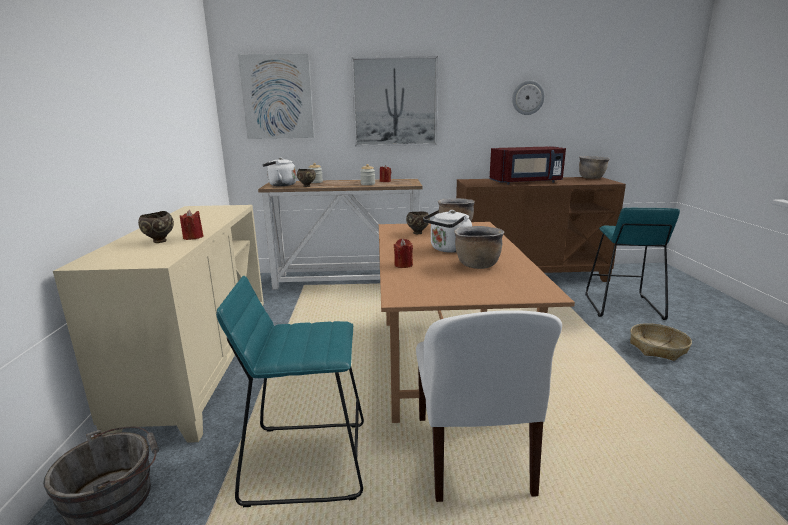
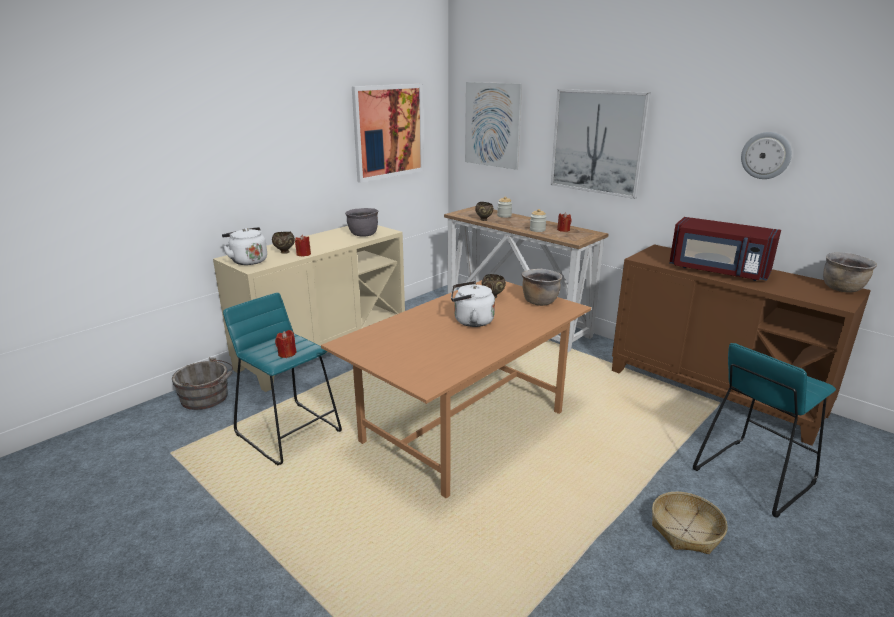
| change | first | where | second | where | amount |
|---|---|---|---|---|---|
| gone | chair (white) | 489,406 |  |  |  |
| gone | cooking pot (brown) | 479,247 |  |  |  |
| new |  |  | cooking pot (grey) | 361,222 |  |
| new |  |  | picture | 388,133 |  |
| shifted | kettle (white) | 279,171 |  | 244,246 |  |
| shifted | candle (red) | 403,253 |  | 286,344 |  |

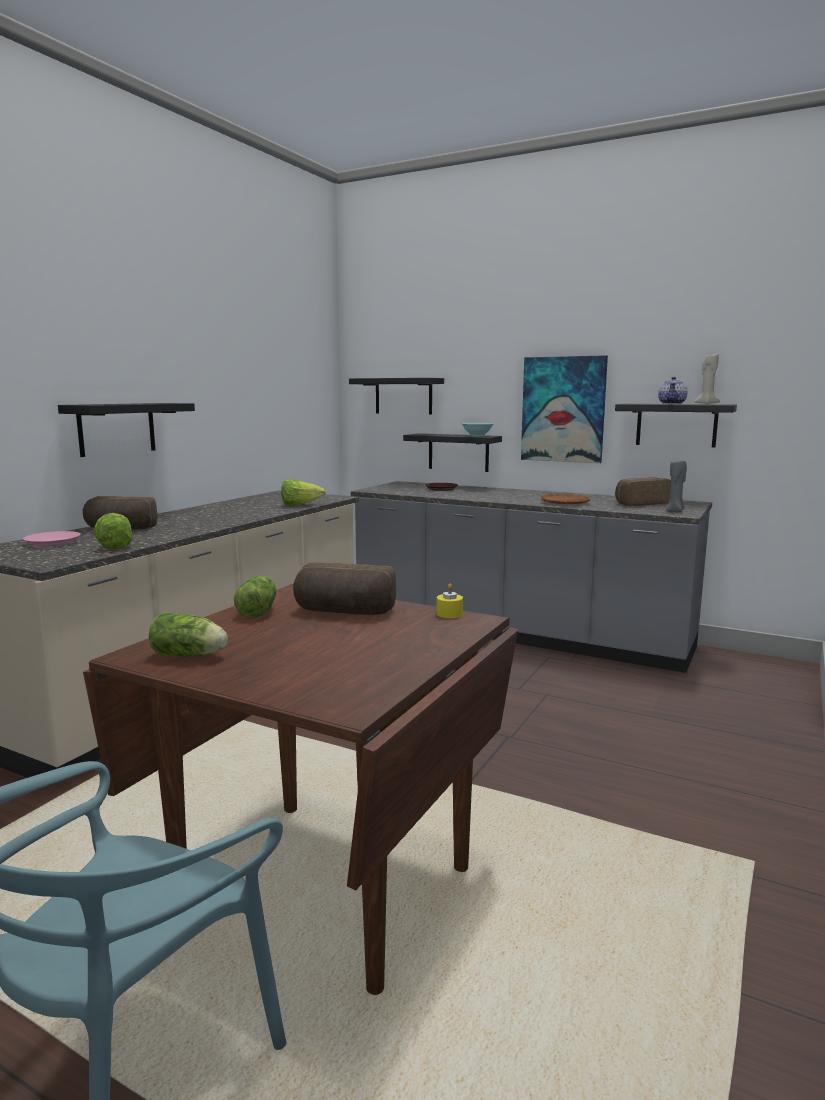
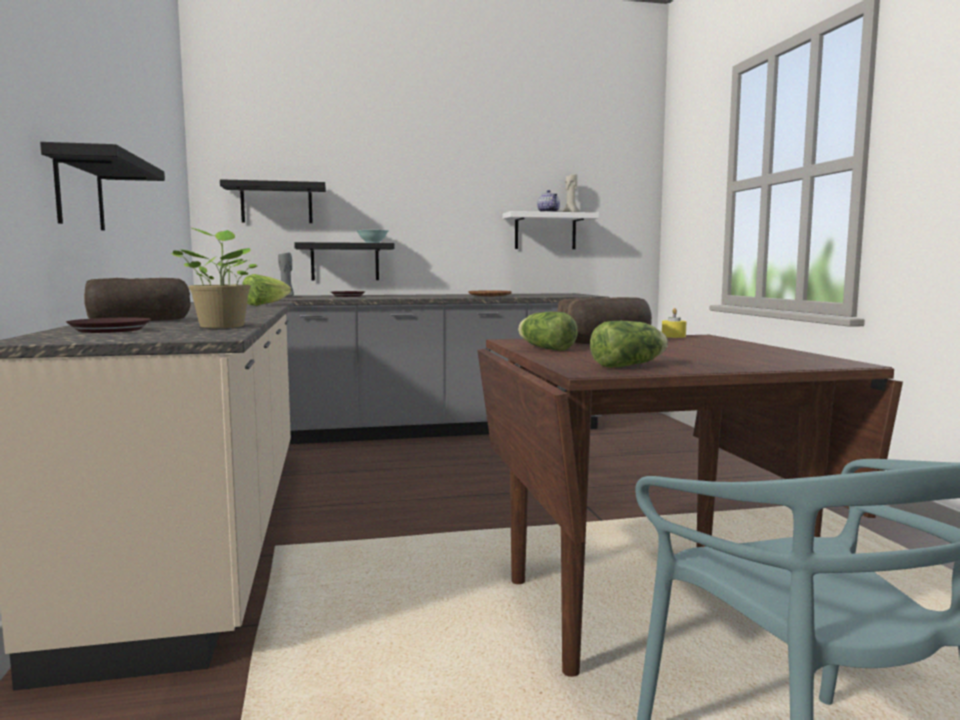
| change | first | where | second | where | amount |
|---|---|---|---|---|---|
| gone | picture | 564,409 |  |  |  |
| gone | bread | 643,491 |  |  |  |
| shifted | candle (grey) | 676,486 |  | 286,275 |  |
| swapped | lettuce | 113,531 | potted plant | 214,278 |  |
| repainted | plate (pink) | 51,539 | plate (brown) | 108,325 |  |
| repainted | shelf (black) | 676,426 | shelf (white) | 551,230 |  |

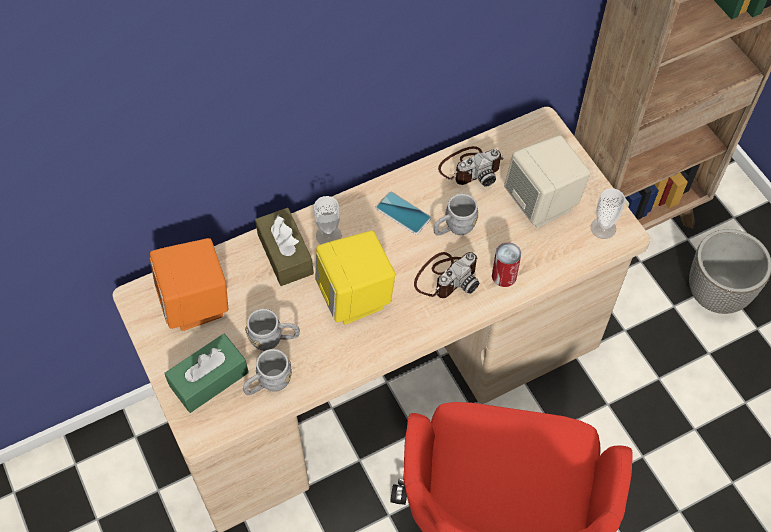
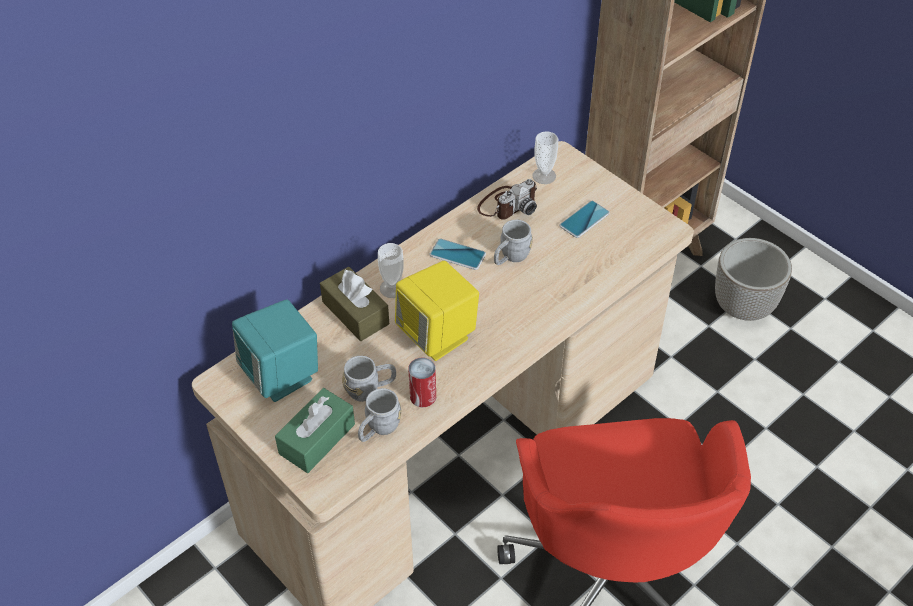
| change | first | where | second | where | amount |
|---|---|---|---|---|---|
| gone | photo camera | 446,275 |  |  |  |
| shifted | can | 506,264 |  | 422,382 |  |
| shifted | cup | 608,213 |  | 545,157 |  |
| swapped | speaker (beige) | 547,181 | phone | 584,219 |  |
| repainted | speaker (orange) | 189,284 | speaker (turquoise) | 275,350 |  |

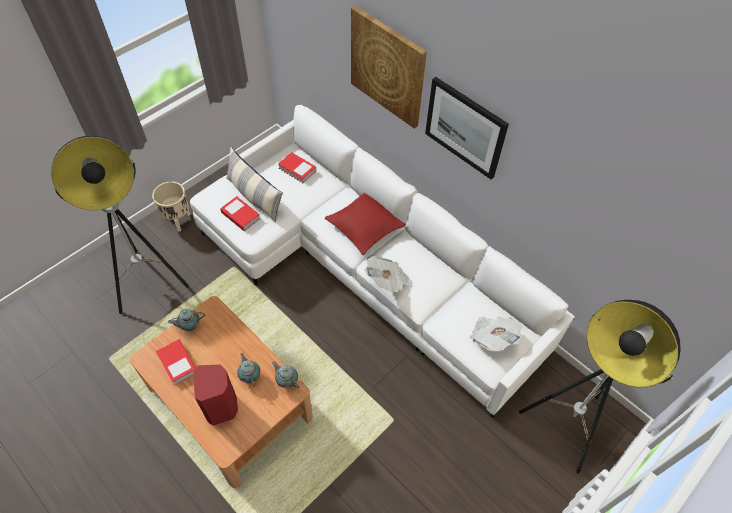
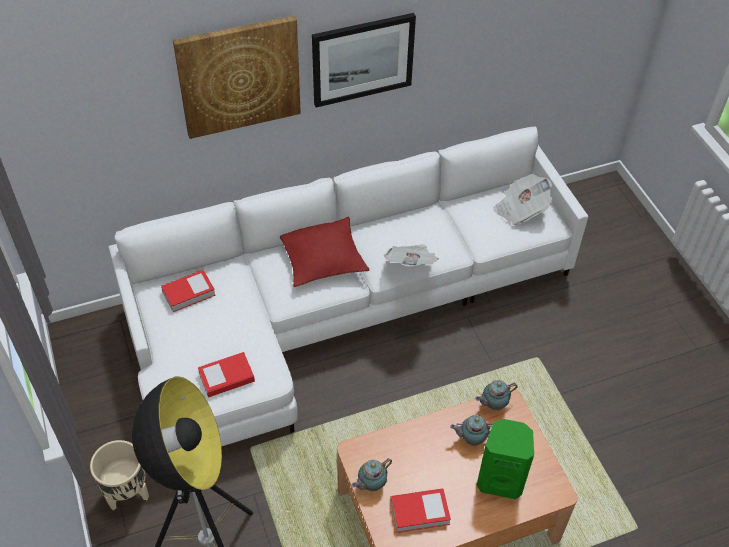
| change | first | where | second | where | amount |
|---|---|---|---|---|---|
| gone | pillow | 254,185 |  |  |  |
| gone | floor lamp | 599,387 |  |  |  |
| repainted | speaker (red) | 215,395 | speaker (green) | 505,459 |  |
| rotated | teapot | 186,320 |  | 372,475 | 45 degrees clockwise |

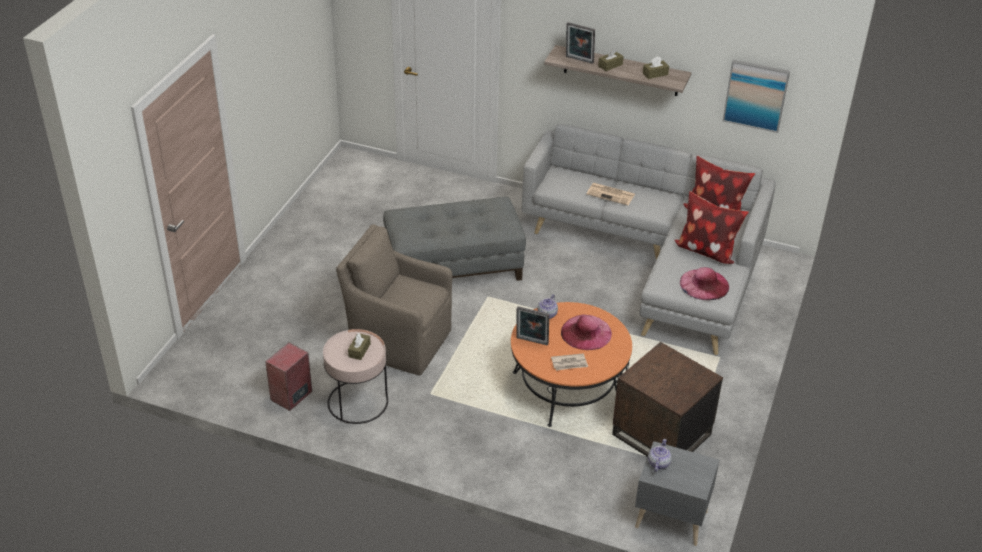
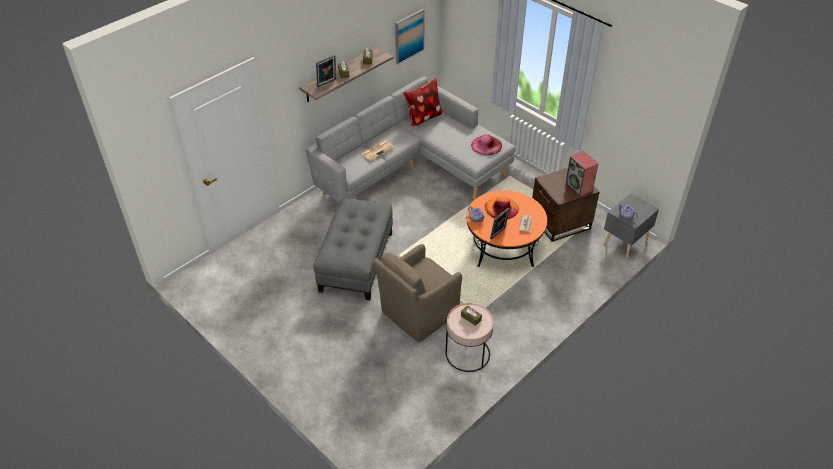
| change | first | where | second | where | amount |
|---|---|---|---|---|---|
| gone | pillow | 712,227 |  |  |  |
| shifted | speaker | 288,376 |  | 582,174 |  |
| repainted | hat (pink) | 586,332 | hat (orange) | 502,207 |  |

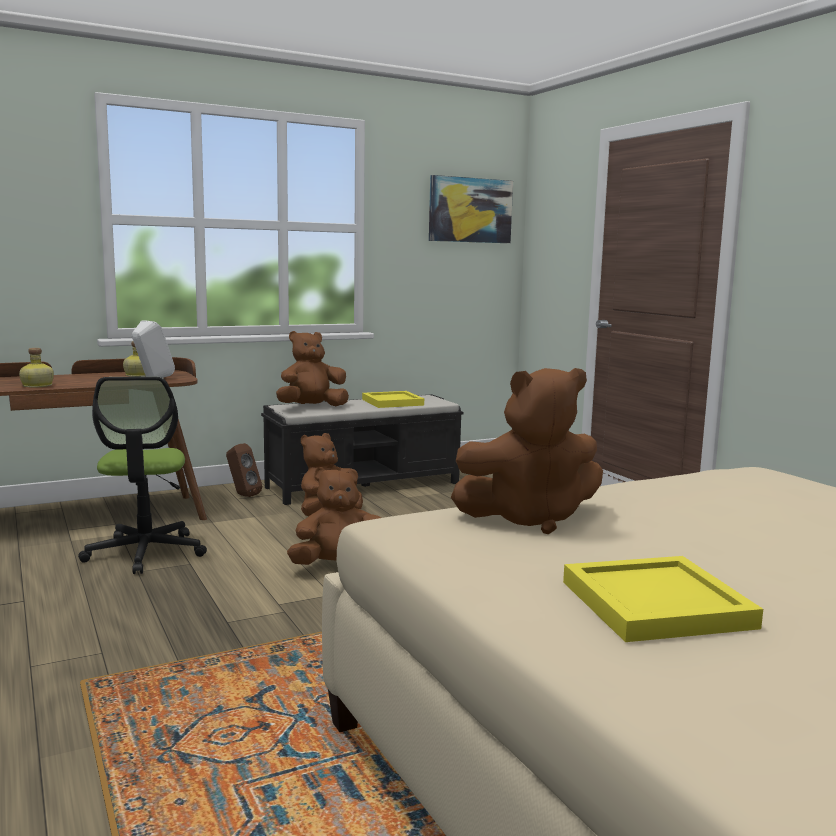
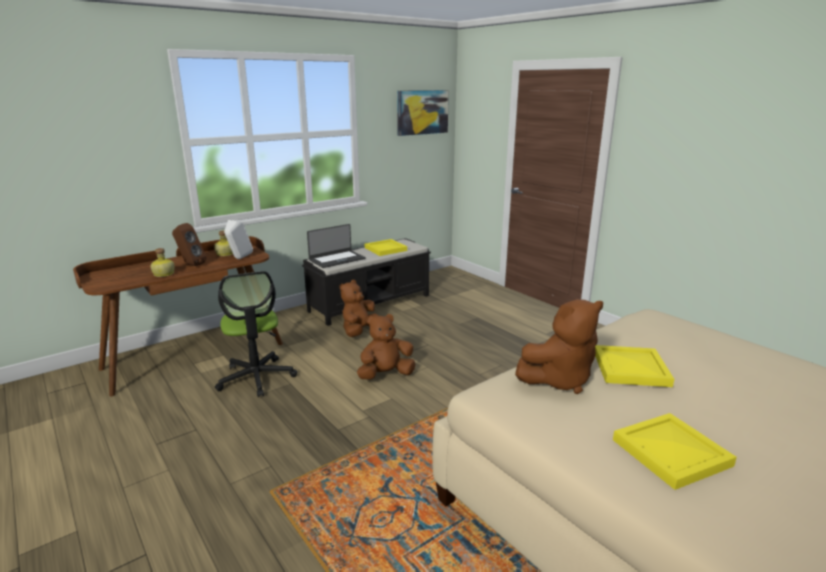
| change | first | where | second | where | amount |
|---|---|---|---|---|---|
| new |  |  | tray (yellow) | 634,366 |  |
| shifted | speaker (brown) | 244,470 |  | 189,244 |  |
| swapped | plush toy (brown) | 312,368 | laptop | 336,246 |  |

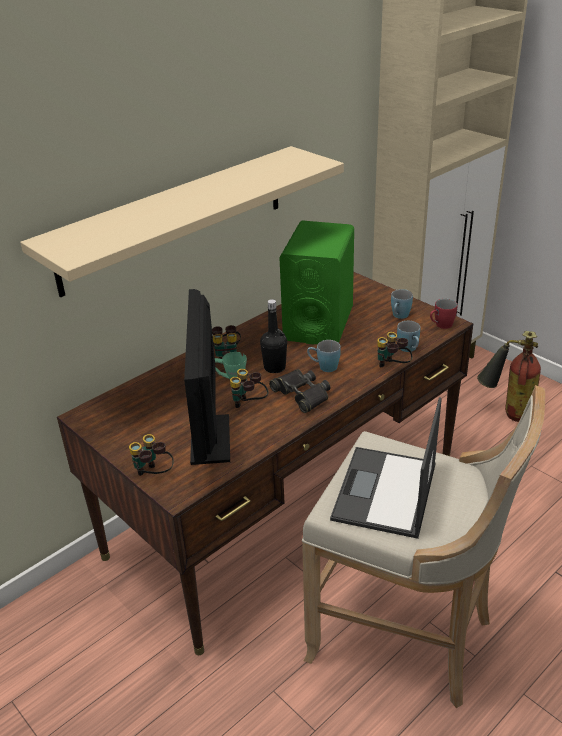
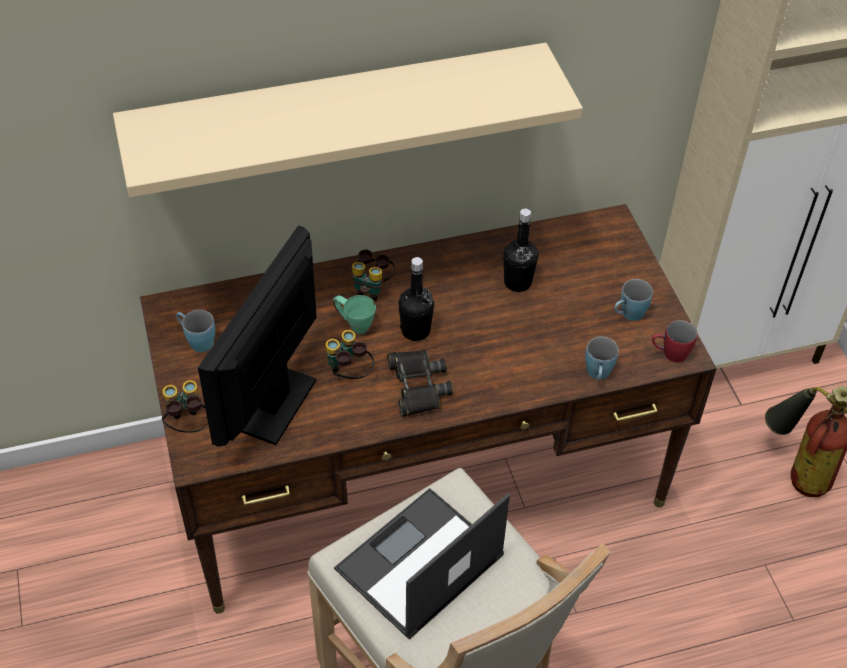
| change | first | where | second | where | amount |
|---|---|---|---|---|---|
| gone | binoculars | 394,349 |  |  |  |
| shifted | mug (blue) | 324,356 |  | 195,331 |  |
| swapped | speaker (green) | 316,282 | bottle (black) | 521,250 |  |

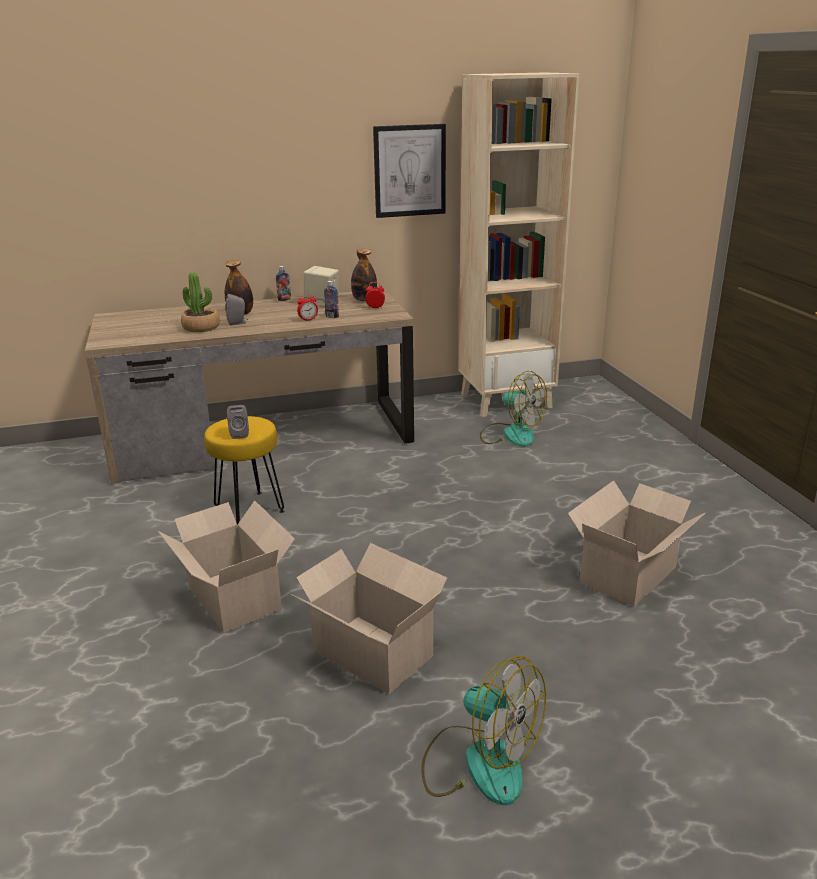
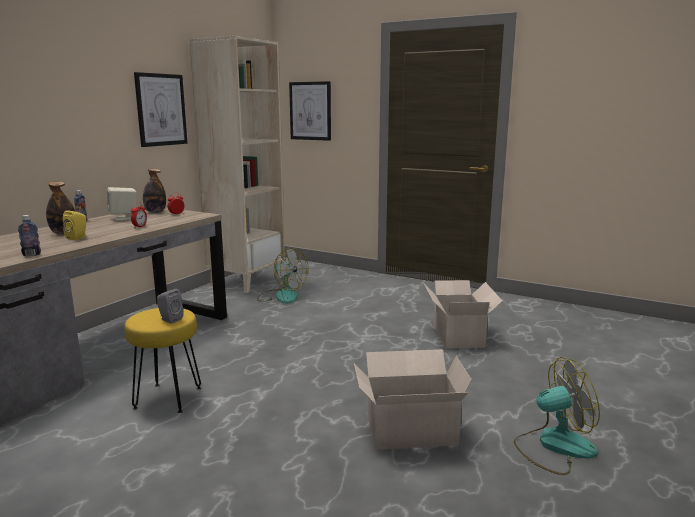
| change | first | where | second | where | amount |
|---|---|---|---|---|---|
| gone | cardboard box | 226,566 |  |  |  |
| gone | potted plant | 200,302 |  |  |  |
| new |  |  | picture | 310,111 |  |
| shifted | bottle | 331,299 |  | 29,235 |  |
| repainted | speaker (grey) | 236,310 | speaker (yellow) | 74,225 |  |
| rotated | fan | 513,408 |  | 283,275 | 45 degrees clockwise |

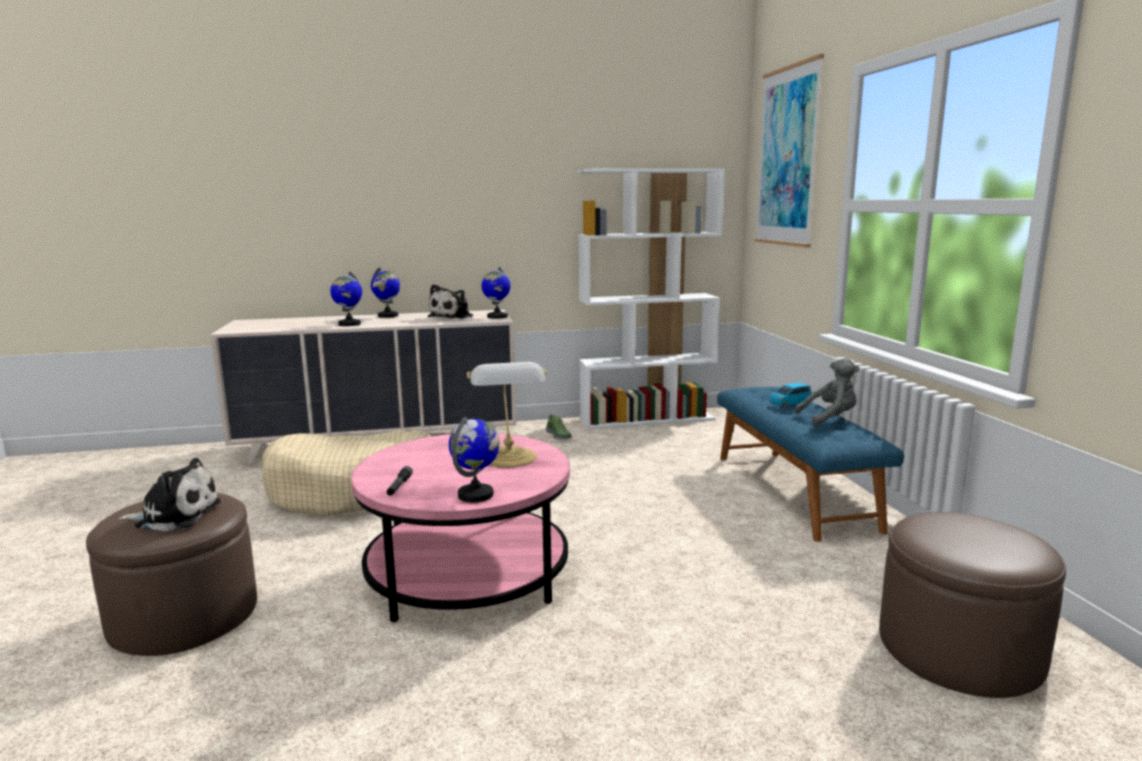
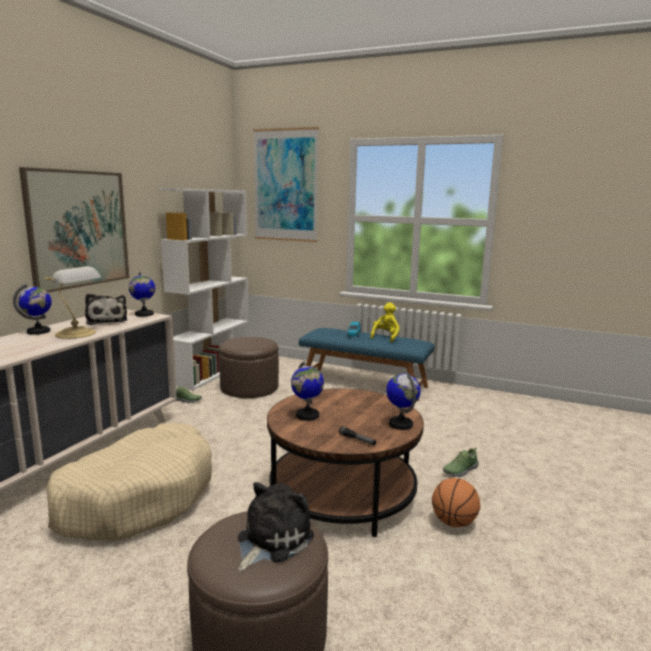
| change | first | where | second | where | amount |
|---|---|---|---|---|---|
| new |  |  | picture | 74,229 |  |
| new |  |  | basketball | 456,502 |  |
| new |  |  | shoe | 461,462 |  |
| shifted | globe | 346,299 |  | 307,391 |  |
| shifted | table lamp | 507,415 |  | 72,302 |  |
| shifted | ottoman (brown) | 972,605 |  | 249,367 |  |
| repainted | coffee table (pink) | 460,527 | coffee table (brown) | 345,462 |  |
| repainted | plush toy (grey) | 827,392 | plush toy (yellow) | 385,322 |  |

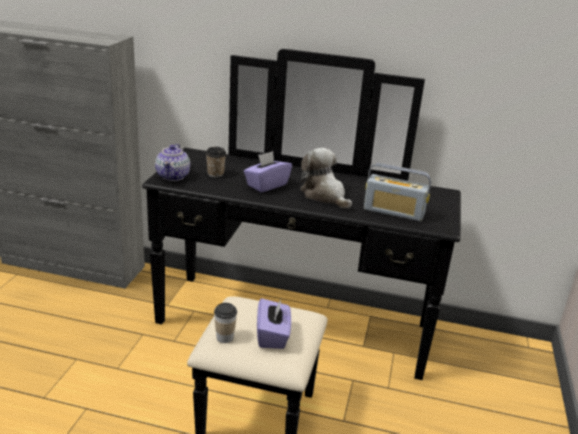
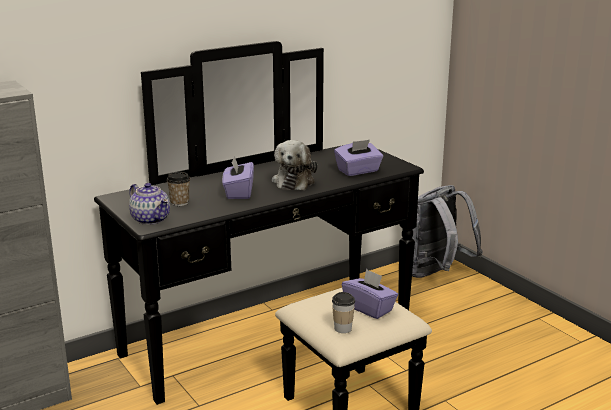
| change | first | where | second | where | amount |
|---|---|---|---|---|---|
| new |  |  | backpack (grey) | 447,231 |  |
| swapped | radio | 397,192 | tissue box (purple) | 358,158 |  |
| rotated | plush toy | 326,178 |  | 295,165 | 90 degrees counterclockwise |

